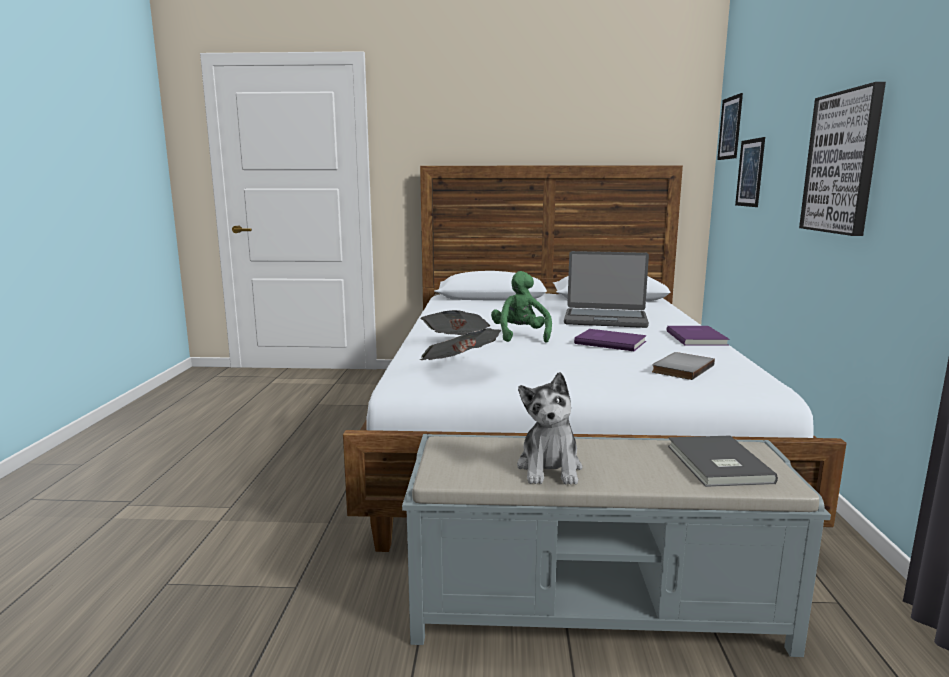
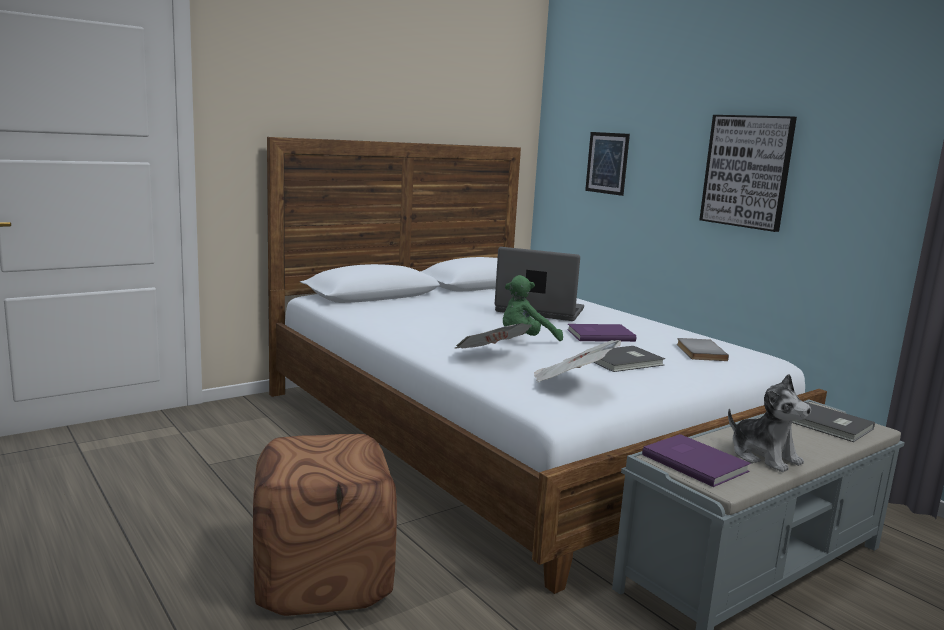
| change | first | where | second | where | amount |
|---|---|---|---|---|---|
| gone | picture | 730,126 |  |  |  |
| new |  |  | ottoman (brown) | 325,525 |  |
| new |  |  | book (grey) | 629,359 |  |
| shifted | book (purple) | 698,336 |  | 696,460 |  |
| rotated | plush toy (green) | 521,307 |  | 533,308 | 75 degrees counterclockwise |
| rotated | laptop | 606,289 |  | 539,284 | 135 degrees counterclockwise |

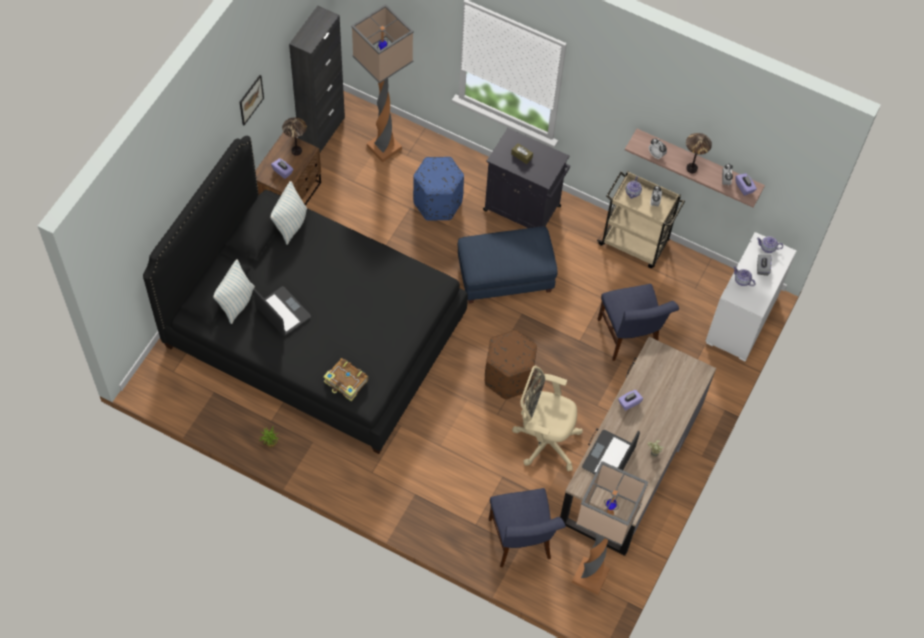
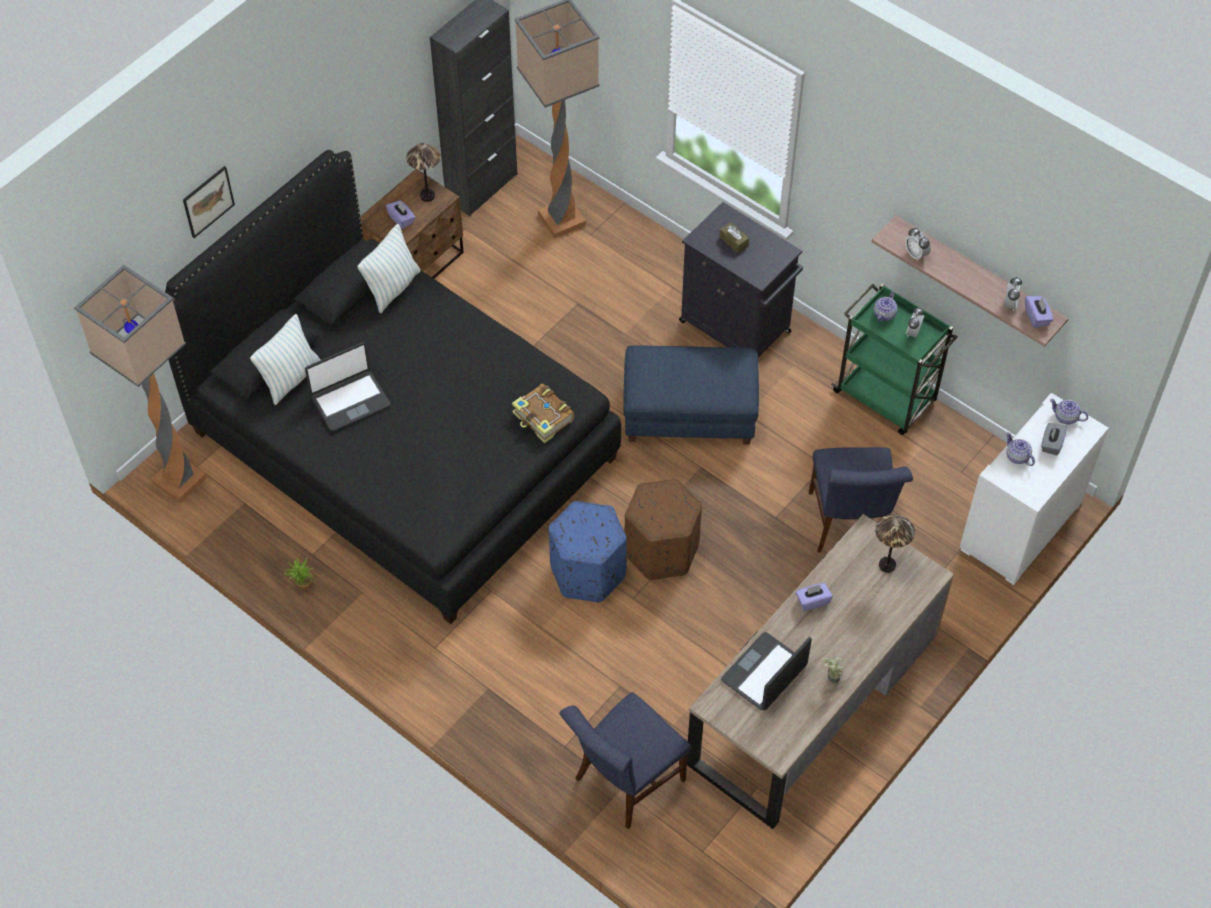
| change | first | where | second | where | amount |
|---|---|---|---|---|---|
| gone | office chair (beige) | 547,418 |  |  |  |
| shifted | picture | 252,100 |  | 209,202 |  |
| shifted | book | 345,379 |  | 543,413 |  |
| shifted | ottoman (blue) | 438,189 |  | 588,551 |  |
| shifted | floor lamp | 610,528 |  | 140,384 |  |
| shifted | table lamp | 699,153 |  | 895,543 |  |
| repainted | cart (beige) | 641,219 | cart (green) | 894,359 |  |
| rotated | laptop | 282,311 |  | 347,386 | 90 degrees clockwise |
| rotated | chair (blue) | 527,527 |  | 625,760 | 45 degrees clockwise |

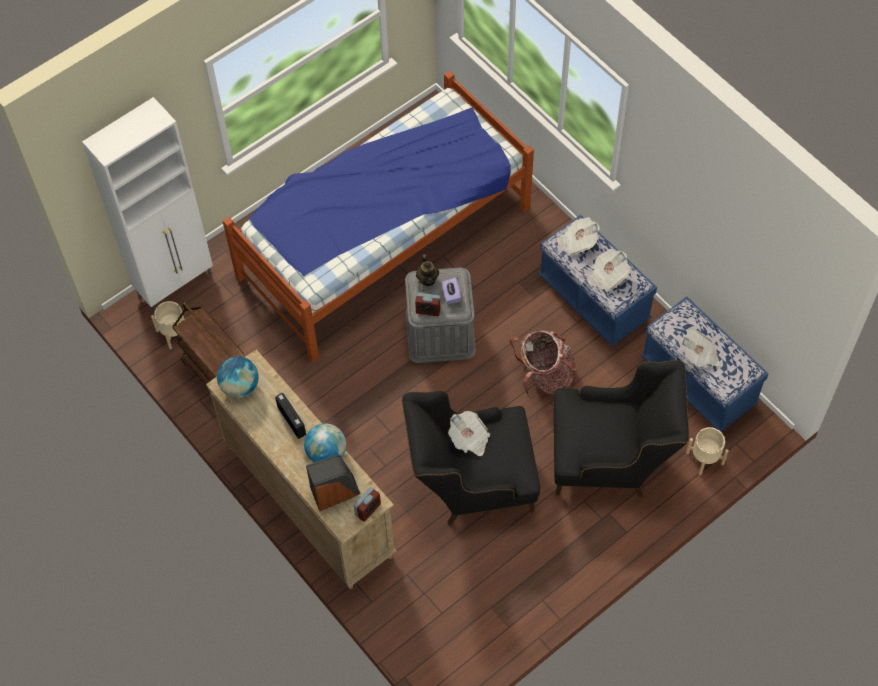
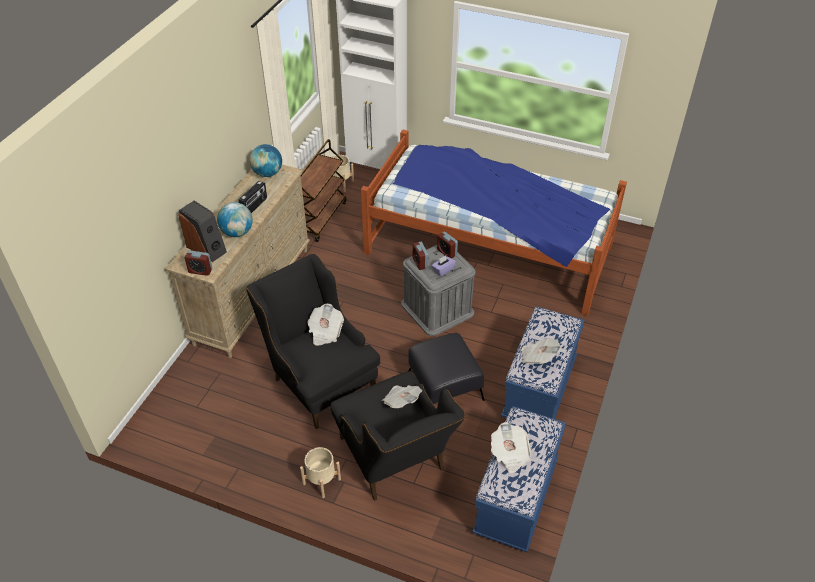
| change | first | where | second | where | amount |
|---|---|---|---|---|---|
| shifted | newspaper | 578,236 |  | 402,396 |  |
| shifted | planter (beige) | 707,451 |  | 320,472 |  |
| swapped | teapot | 427,270 | alarm clock | 447,245 |  |
| swapped | backpack | 543,364 | ottoman (black) | 446,368 |  |

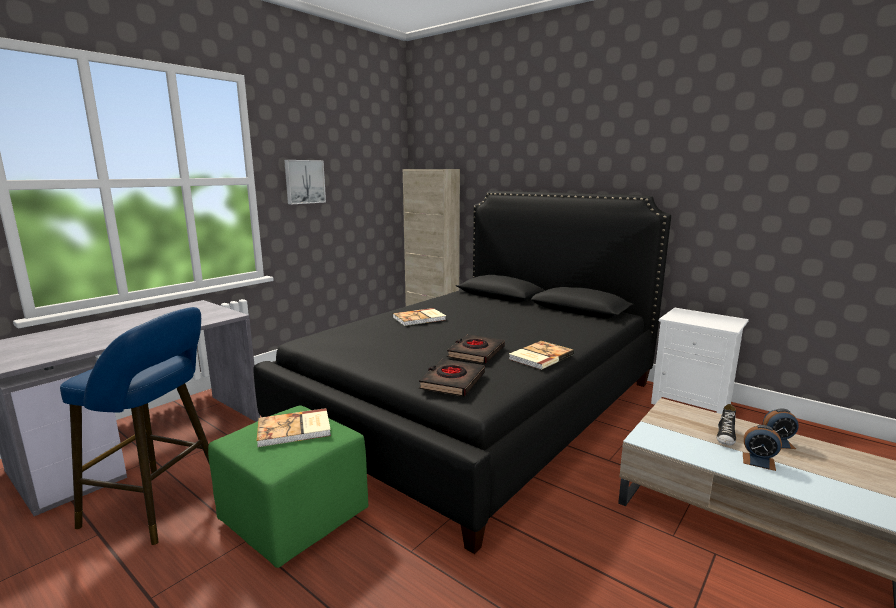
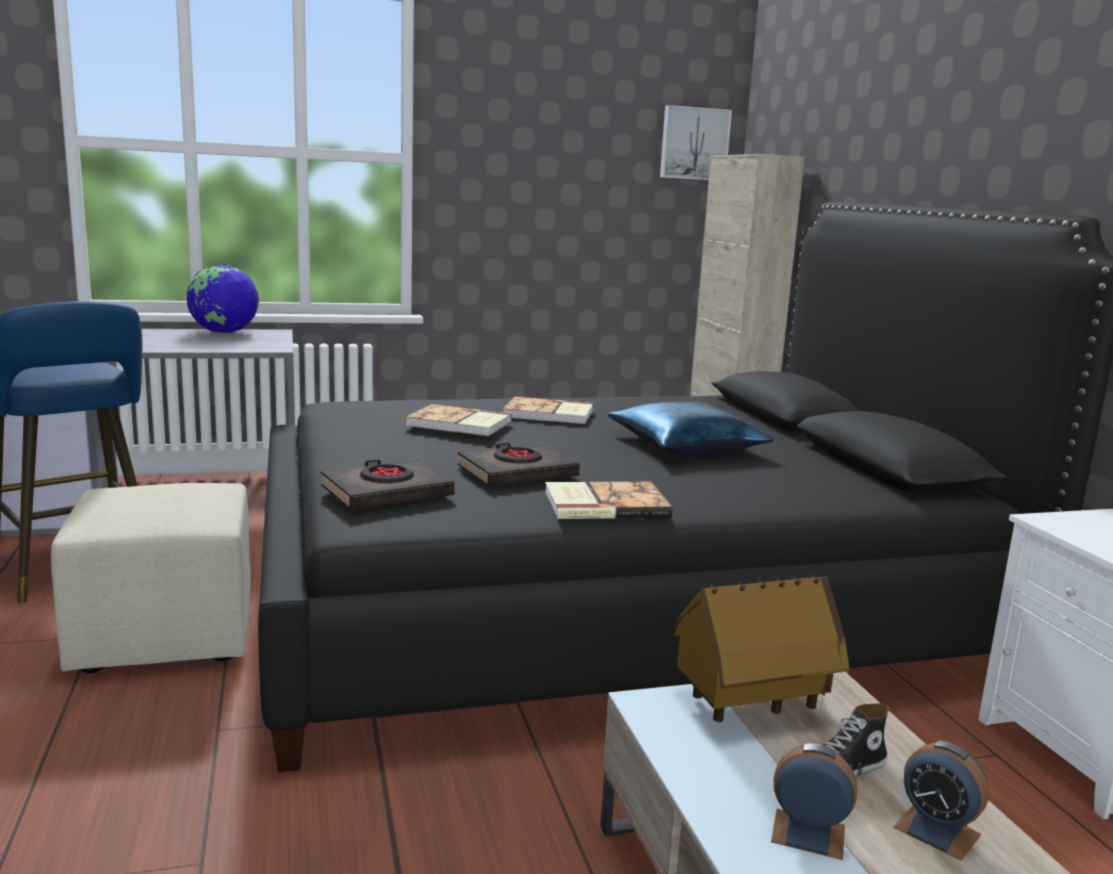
| change | first | where | second | where | amount |
|---|---|---|---|---|---|
| new |  |  | globe | 223,298 |  |
| new |  |  | pillow (blue) | 690,428 |  |
| new |  |  | toy house | 760,648 |  |
| shifted | book | 294,427 |  | 458,420 |  |
| shifted | picture | 305,182 |  | 696,142 |  |
| repainted | ottoman (green) | 288,486 | ottoman (beige) | 151,578 |  |
| rotated | alarm clock | 762,448 |  | 814,801 | 135 degrees clockwise |

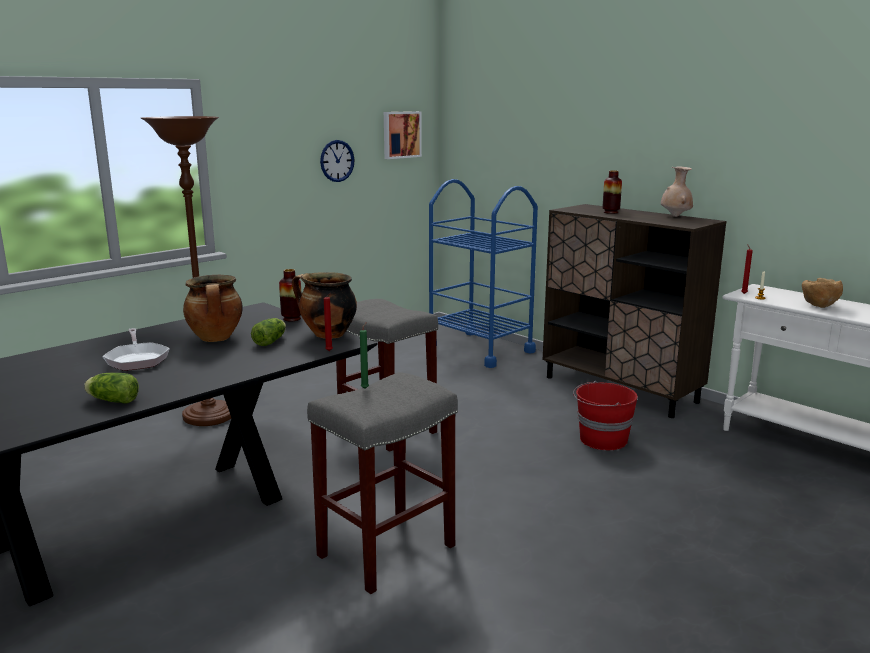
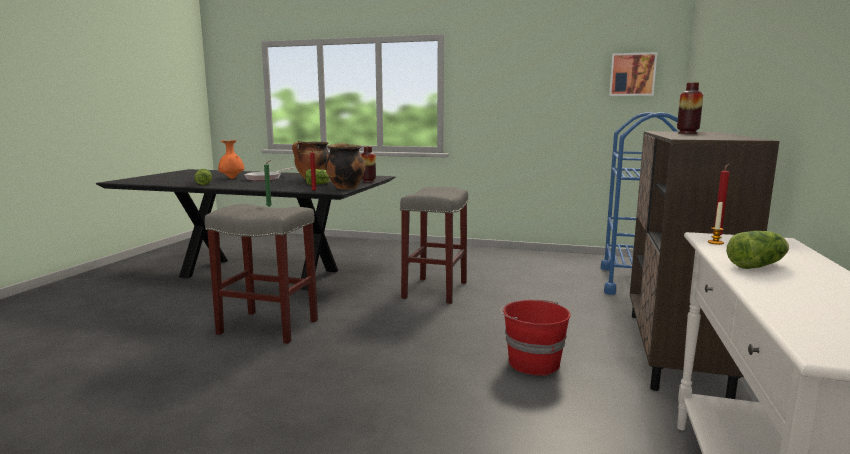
| change | first | where | second | where | amount |
|---|---|---|---|---|---|
| gone | floor lamp (brown) | 186,271 |  |  |  |
| gone | wall clock | 337,161 |  |  |  |
| gone | vase (beige) | 677,191 |  |  |  |
| new |  |  | vase (orange) | 231,159 |  |
| swapped | bowl (brown) | 822,293 | lettuce | 757,250 |  |

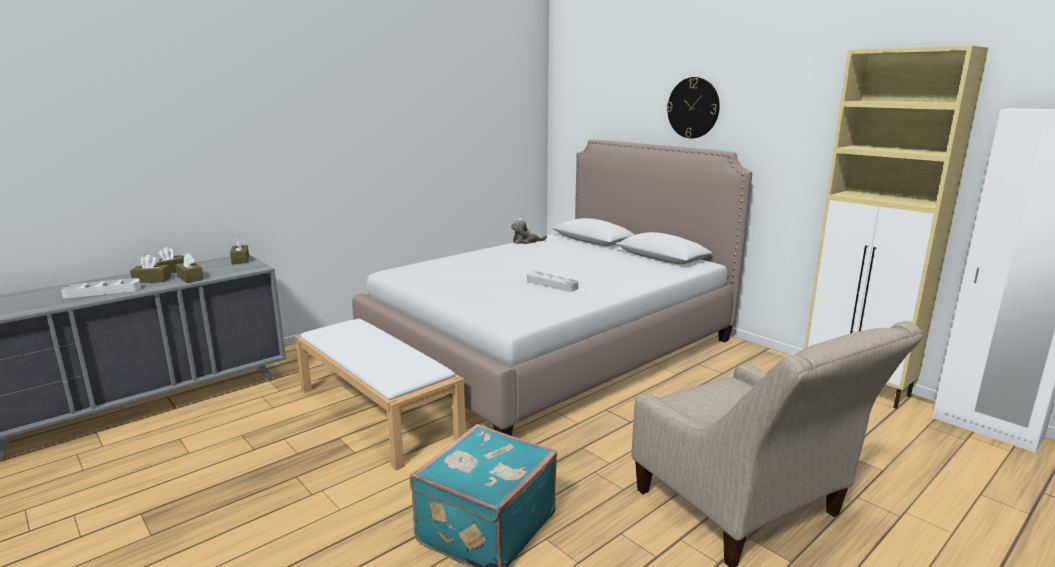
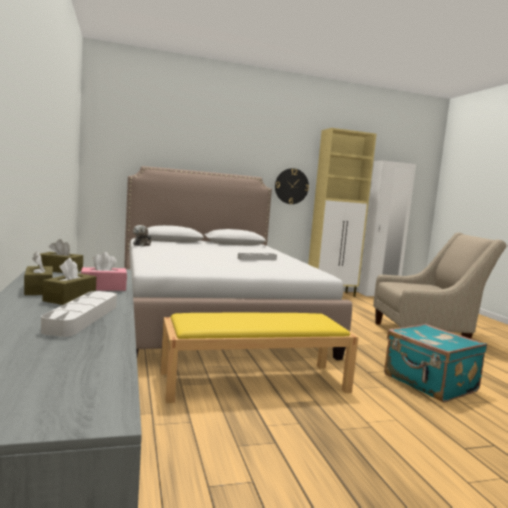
| change | first | where | second | where | amount |
|---|---|---|---|---|---|
| shifted | wall clock | 693,107 |  | 292,186 |  |
| repainted | tissue box (brown) | 189,268 | tissue box (pink) | 104,271 |  |
| repainted | bench (white) | 380,394 | bench (yellow) | 259,358 |  |

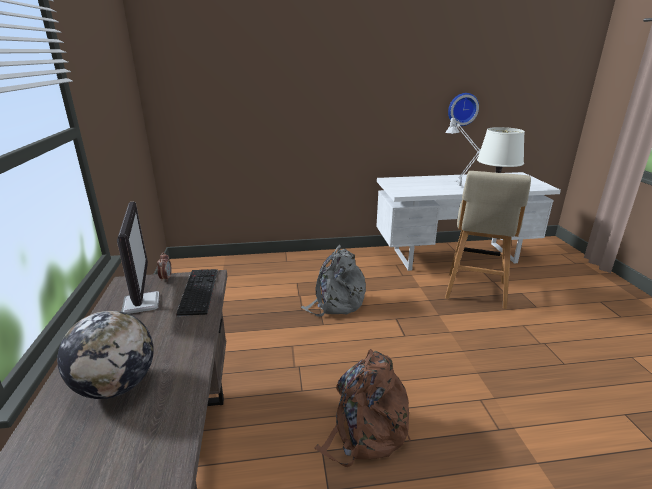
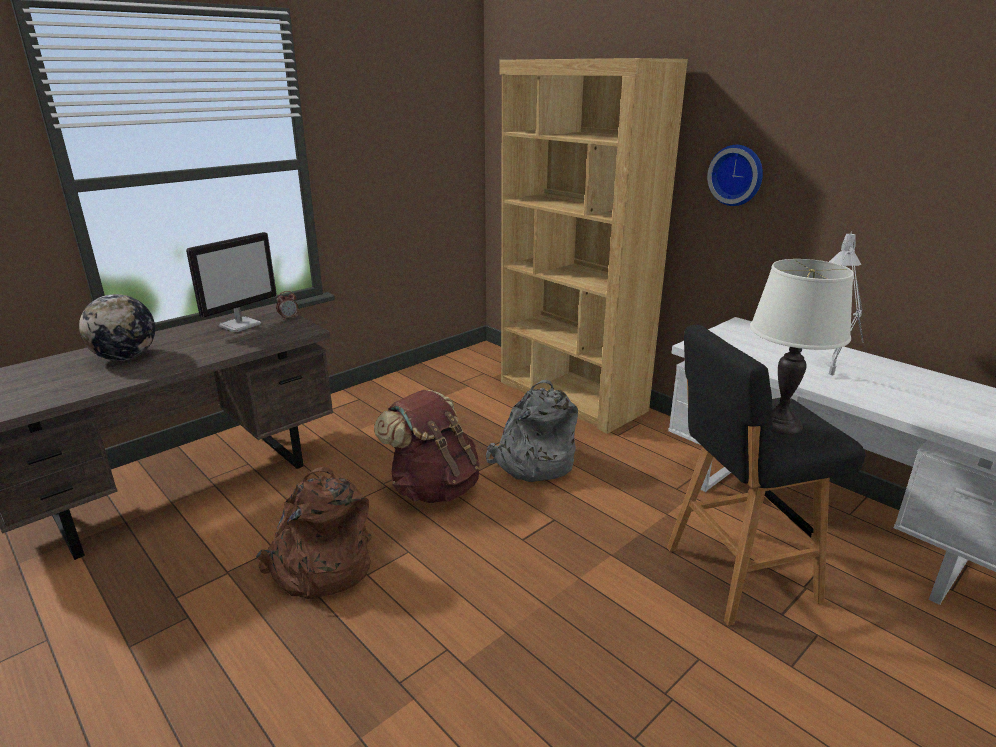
| change | first | where | second | where | amount |
|---|---|---|---|---|---|
| gone | keyboard | 197,293 |  |  |  |
| new |  |  | backpack (brown) | 427,446 |  |
| new |  |  | bookcase (brown) | 593,246 |  |
| shifted | wall clock | 463,109 |  | 735,175 |  |
| repainted | stool (beige) | 488,240 | stool (black) | 766,475 |  |

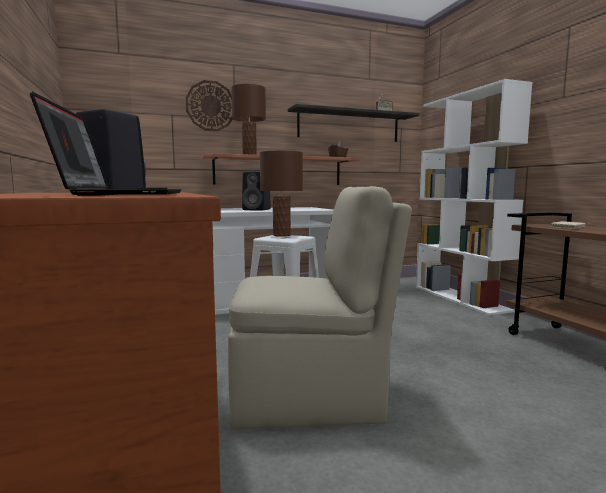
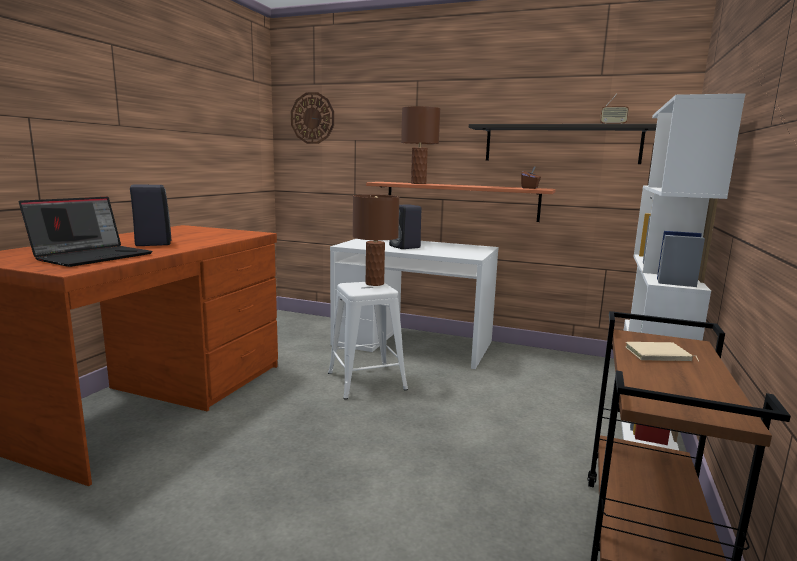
| change | first | where | second | where | amount |
|---|---|---|---|---|---|
| gone | chair (beige) | 320,308 |  |  |  |
| shifted | wall clock | 209,105 |  | 312,118 |  |

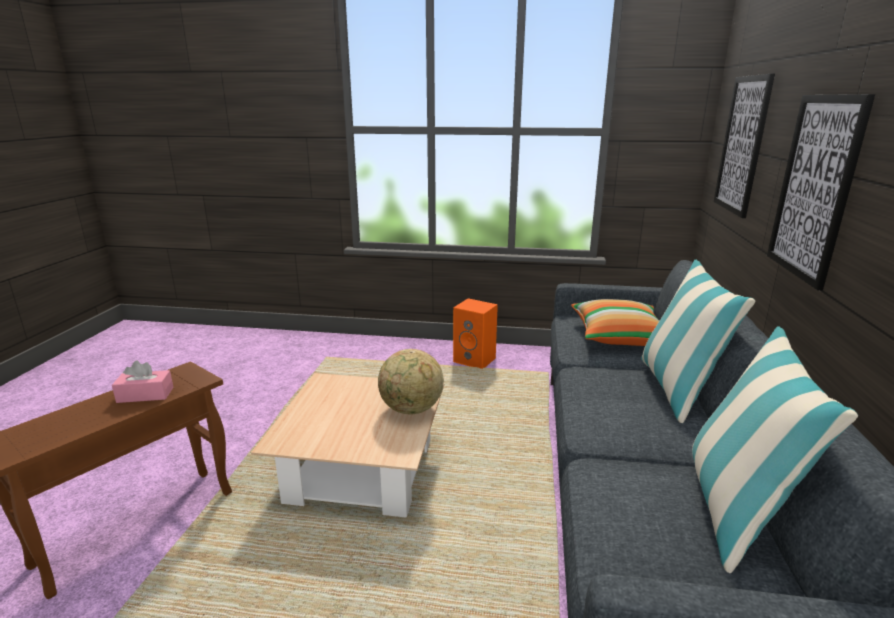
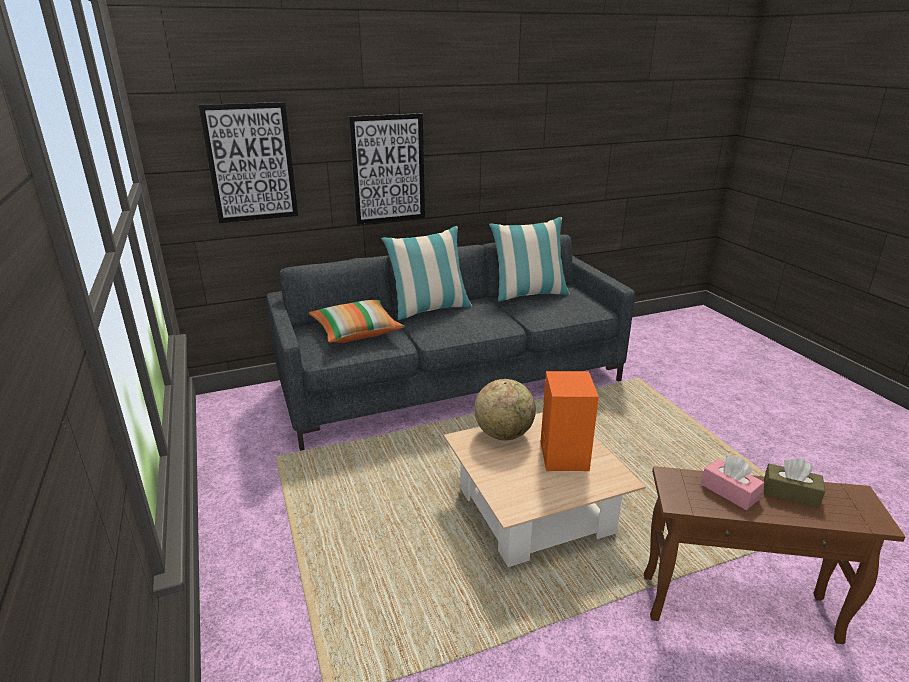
| change | first | where | second | where | amount |
|---|---|---|---|---|---|
| new |  |  | tissue box (brown) | 794,483 |  |
| shifted | speaker (orange) | 475,333 |  | 570,421 |  |

